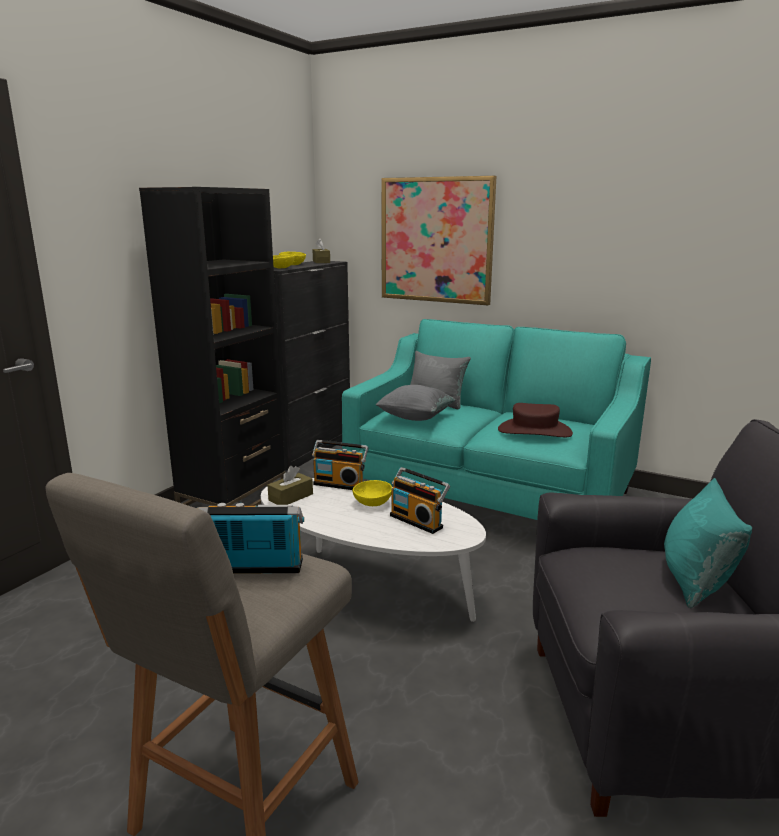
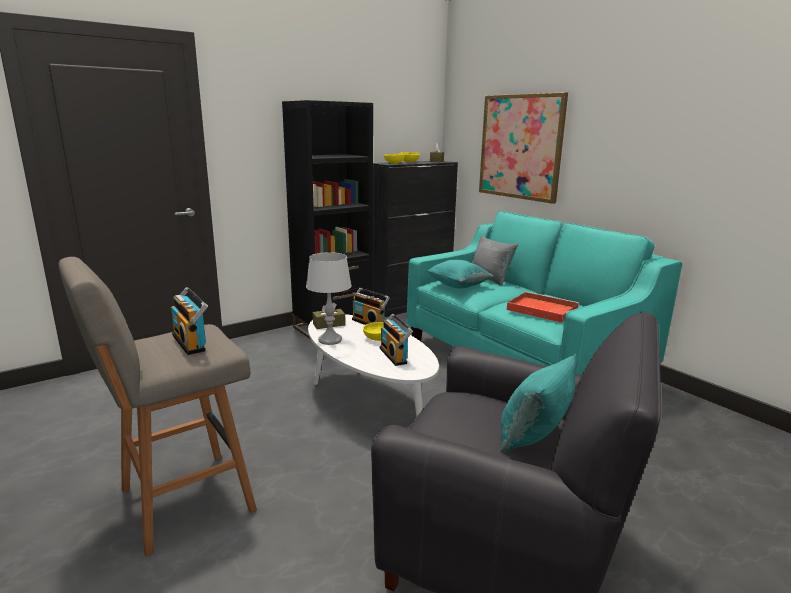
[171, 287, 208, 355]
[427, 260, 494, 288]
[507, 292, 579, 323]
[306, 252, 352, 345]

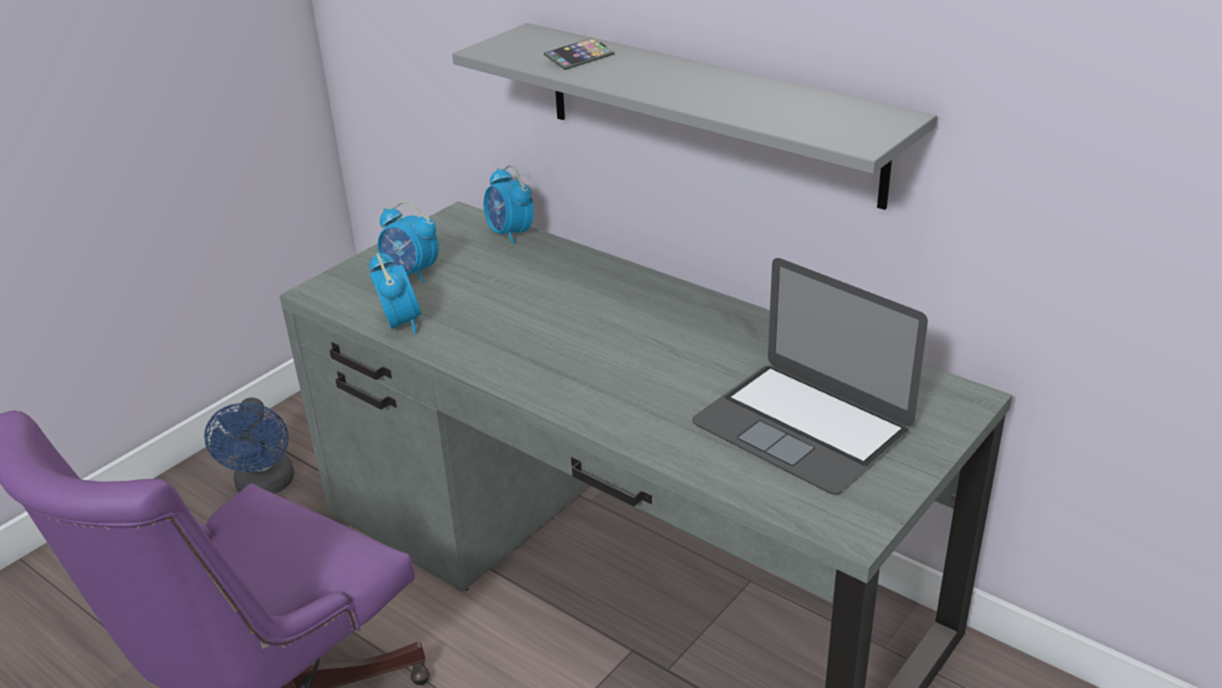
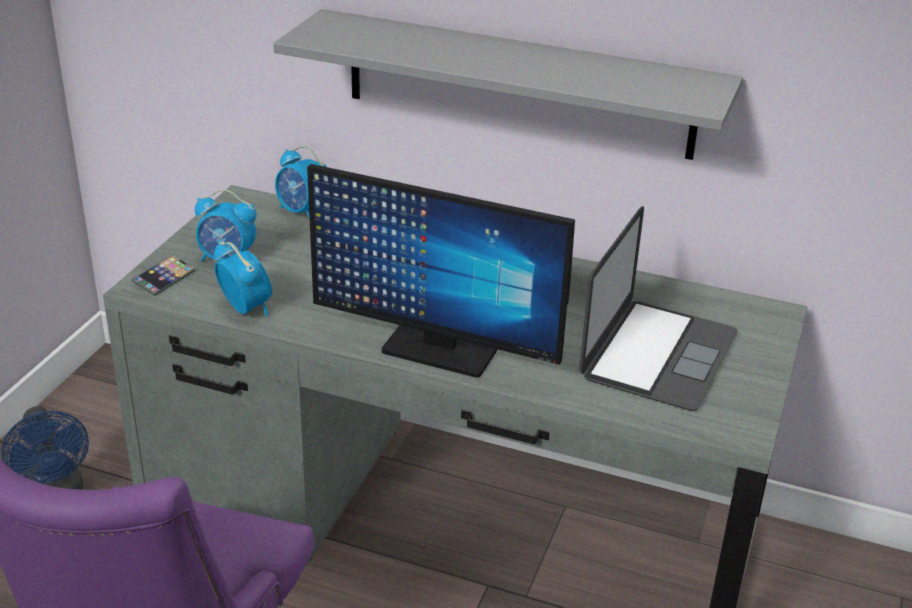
[131, 255, 195, 296]
[579, 206, 738, 411]
[307, 164, 575, 378]

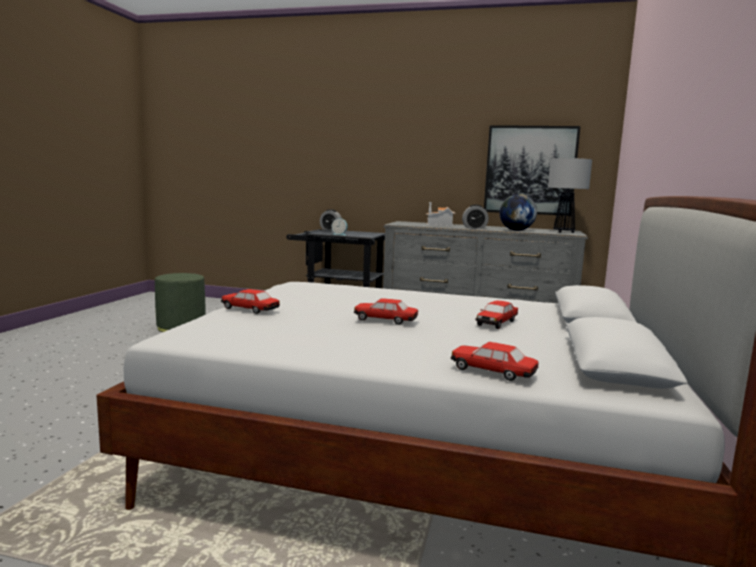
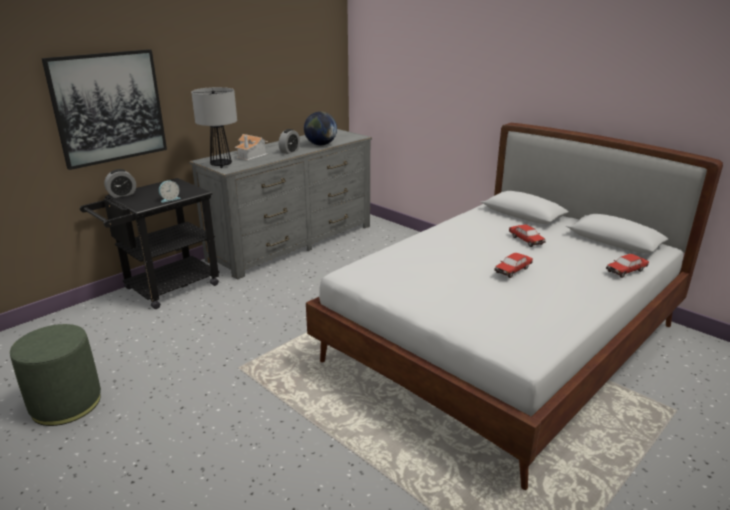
[221, 289, 280, 314] (first image)
[42, 49, 167, 170]
[191, 87, 237, 168]

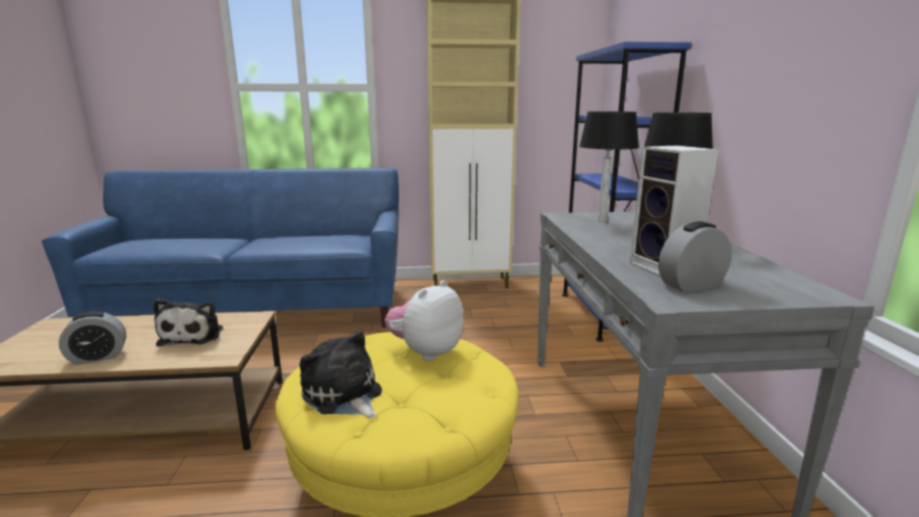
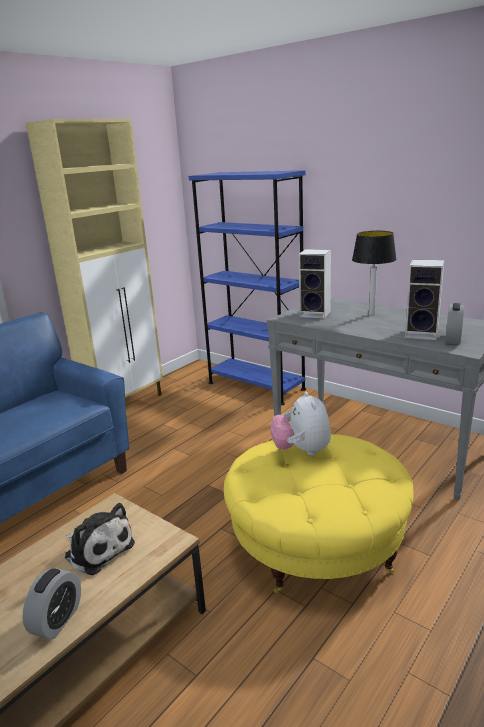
[299, 331, 382, 418] (first image)
[299, 249, 331, 319]

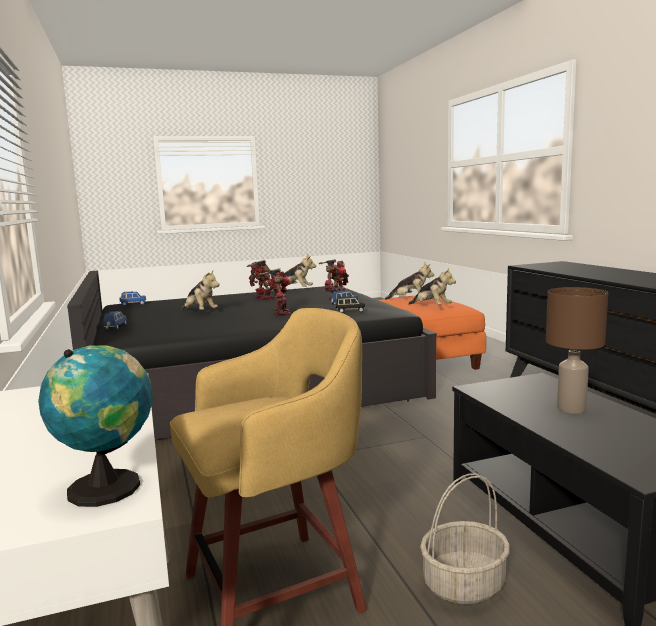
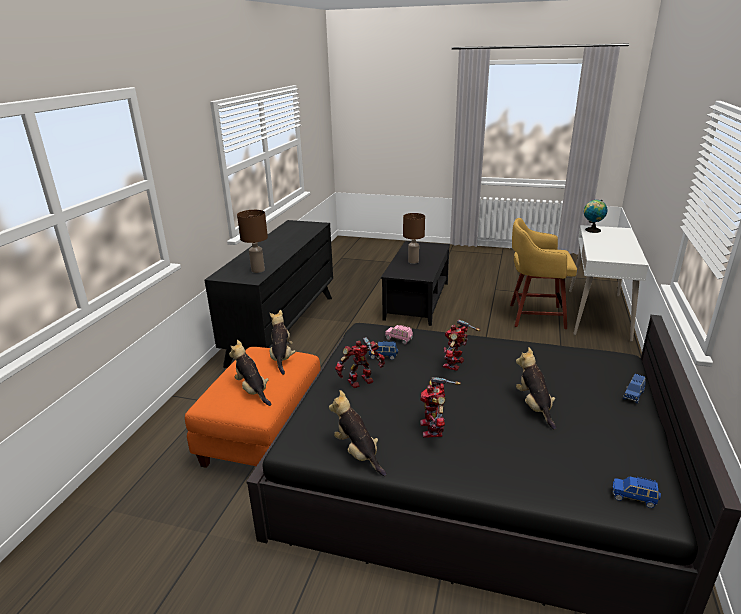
[385, 325, 413, 344]
[420, 473, 510, 605] (first image)
[237, 210, 268, 273]

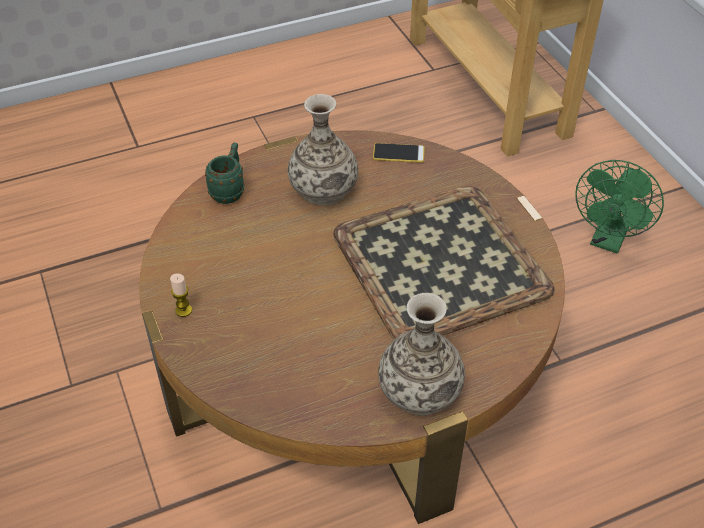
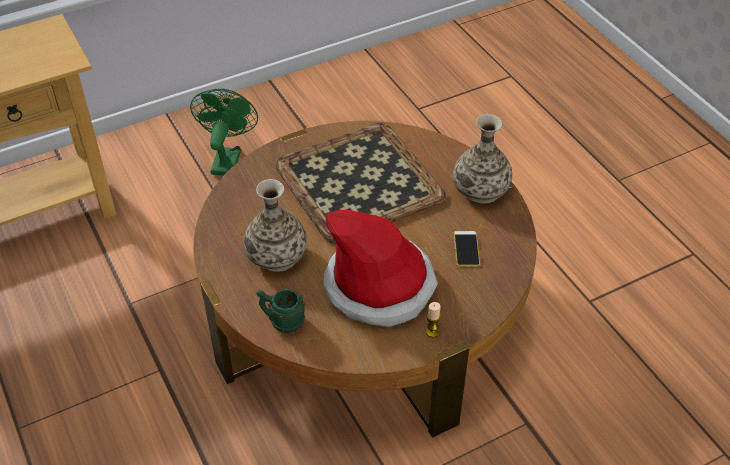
[454, 231, 480, 267]
[190, 89, 258, 176]
[324, 210, 438, 327]

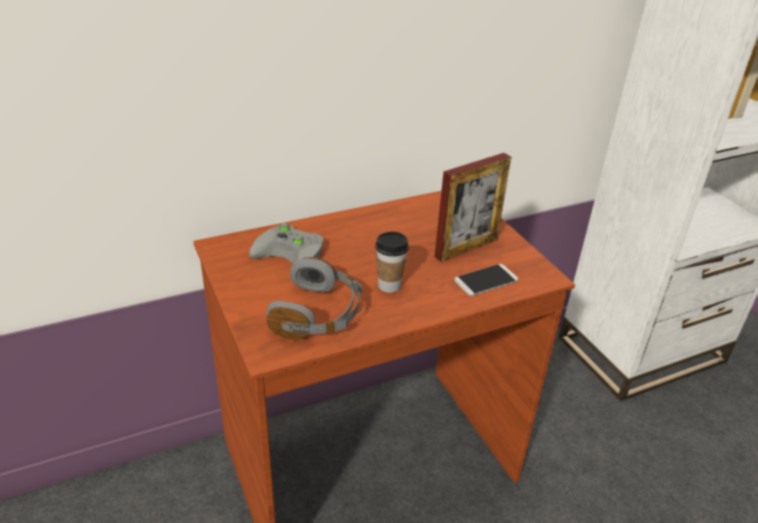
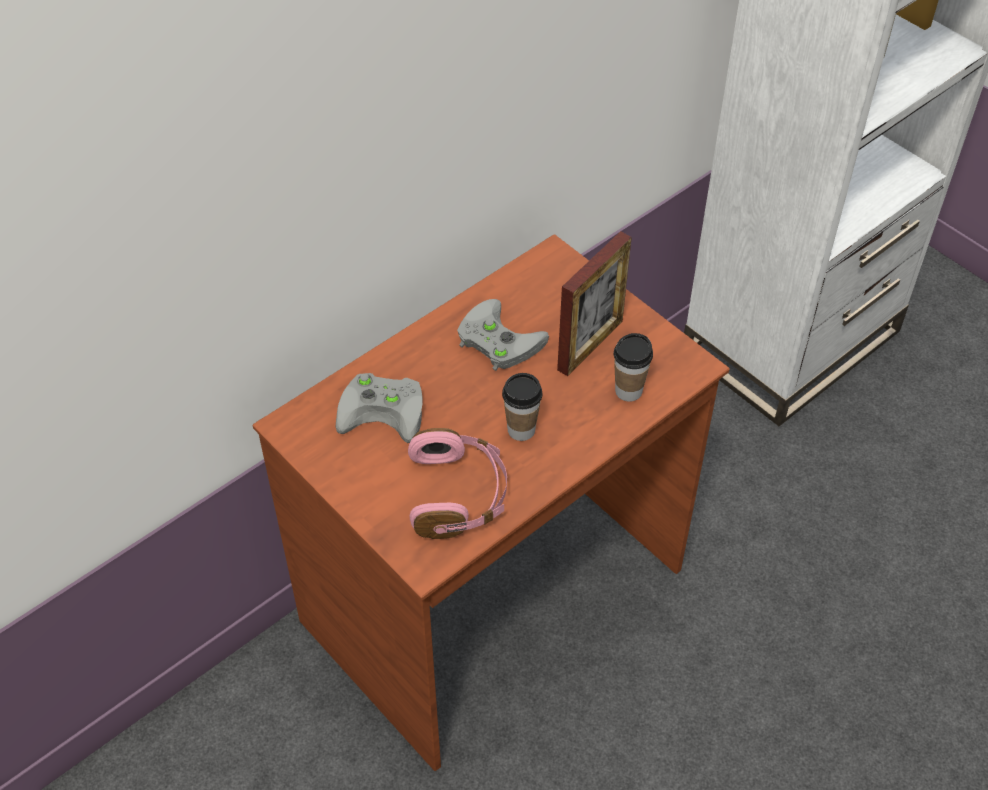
[408, 428, 507, 539]
[614, 333, 653, 402]
[457, 299, 549, 371]

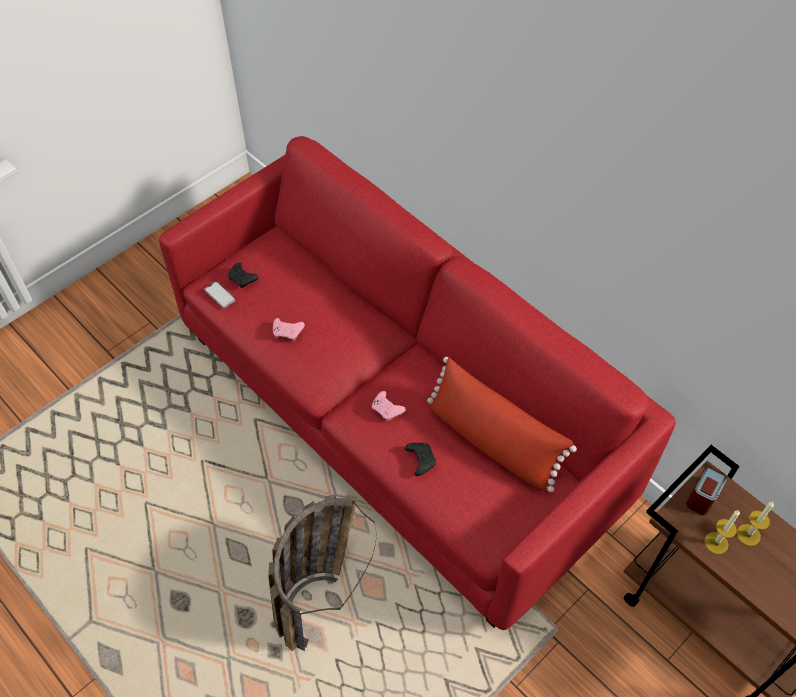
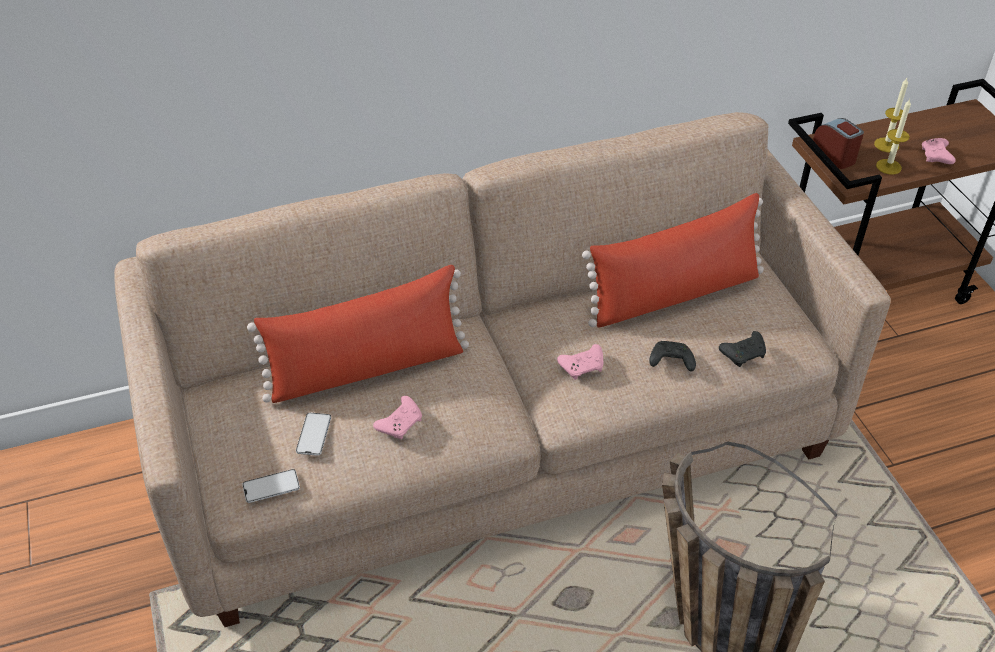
[114, 112, 891, 627]
[719, 331, 766, 367]
[247, 265, 469, 403]
[296, 413, 331, 456]
[922, 138, 956, 164]

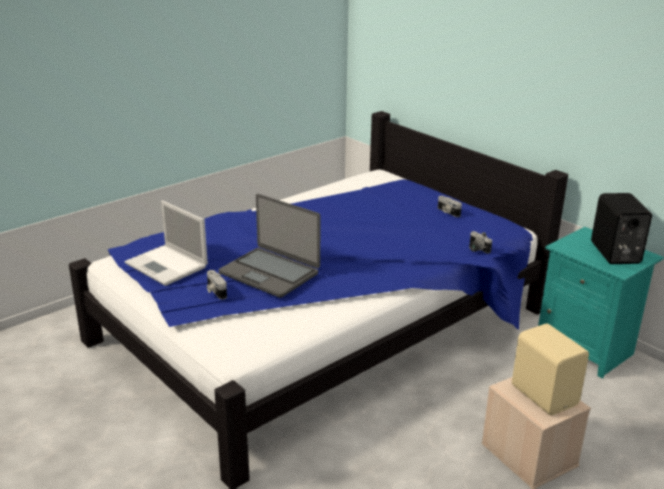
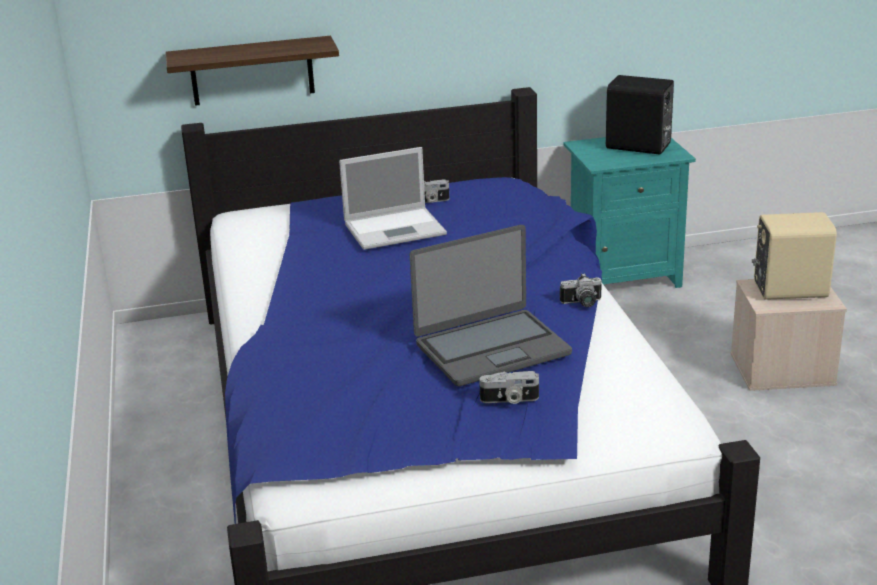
[339, 147, 447, 250]
[560, 273, 602, 307]
[165, 36, 339, 106]

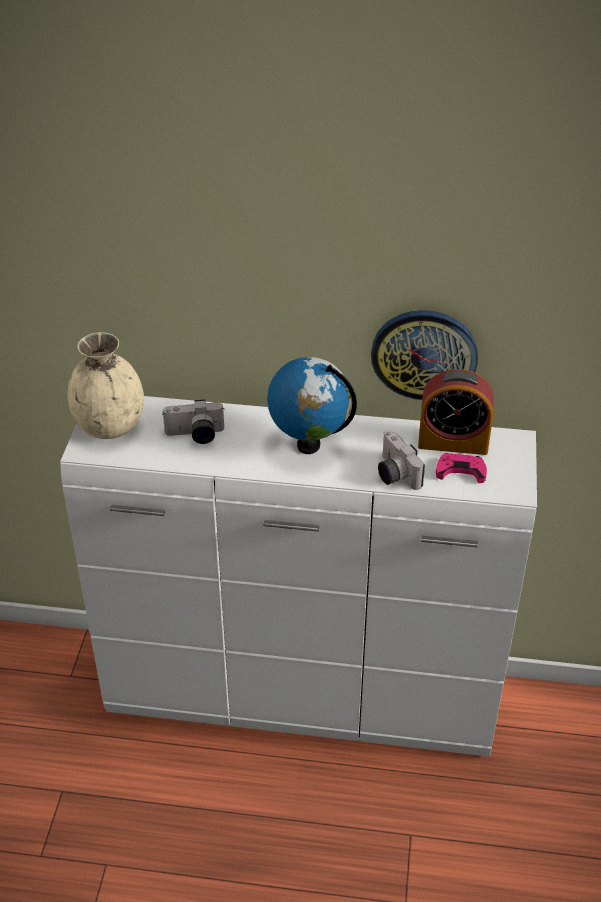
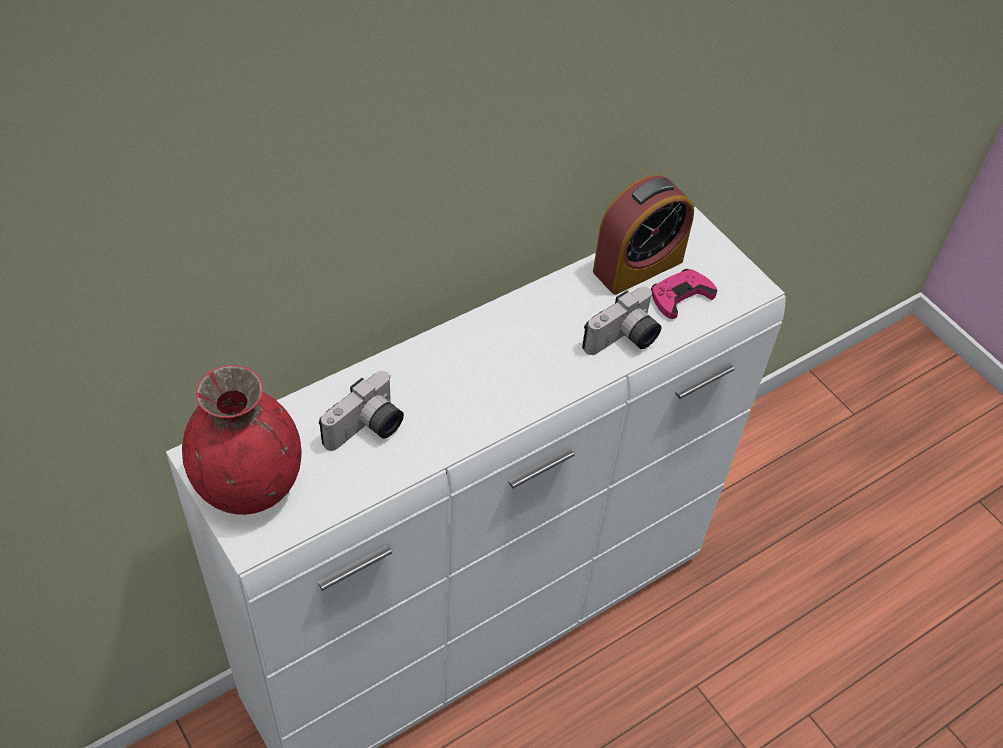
[182, 365, 302, 515]
[267, 357, 357, 454] (first image)
[371, 310, 478, 400] (first image)
[582, 287, 662, 355]

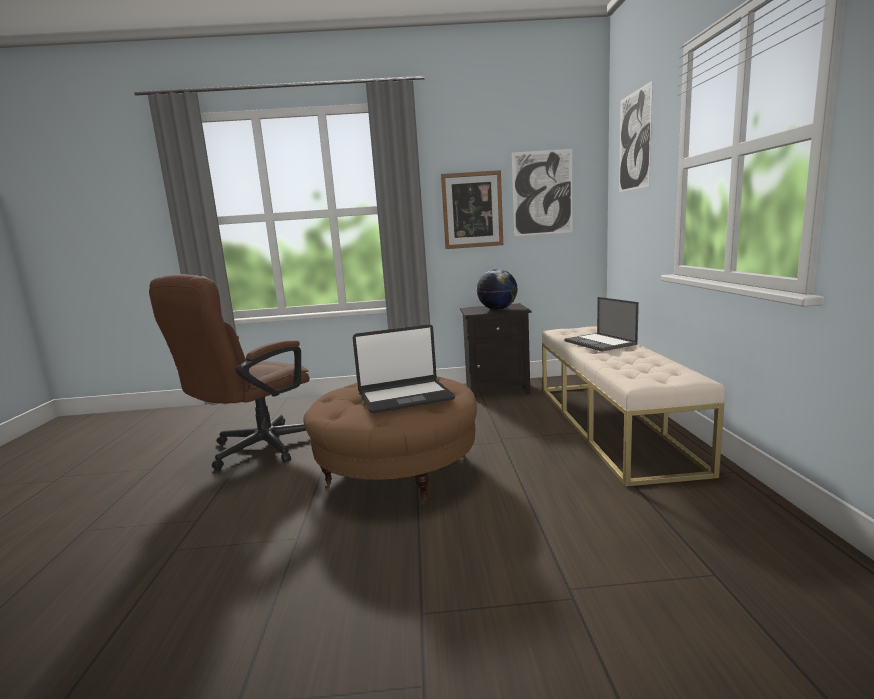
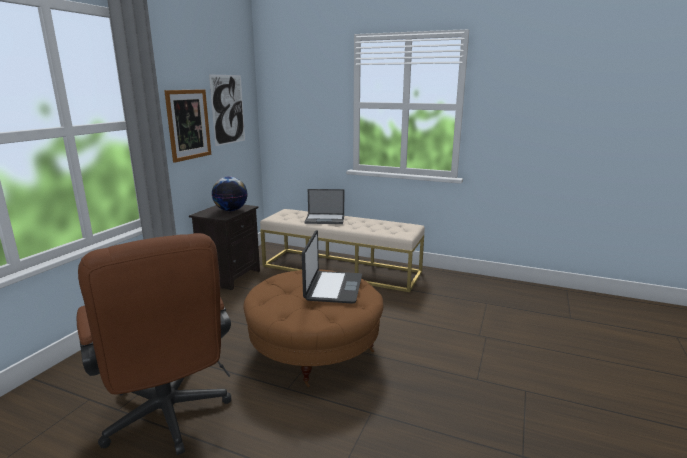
[619, 81, 653, 192] (first image)

